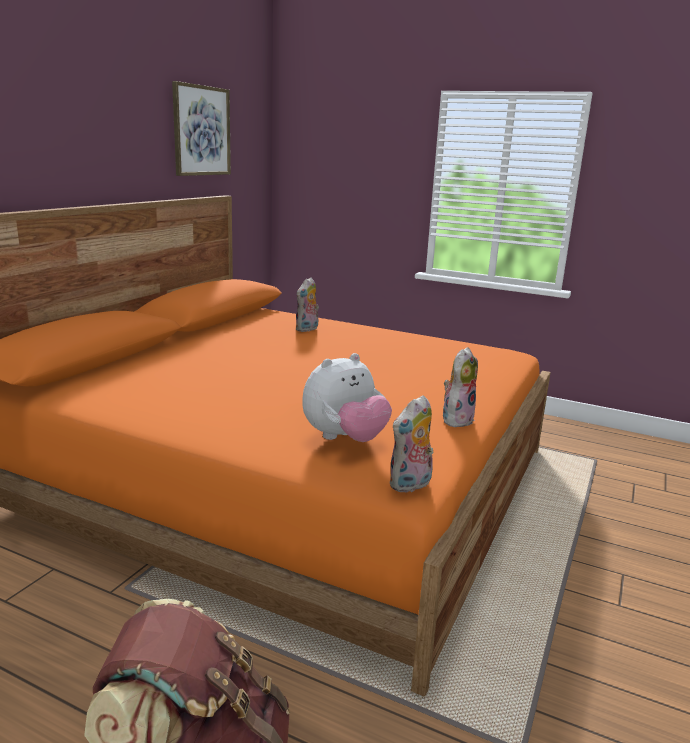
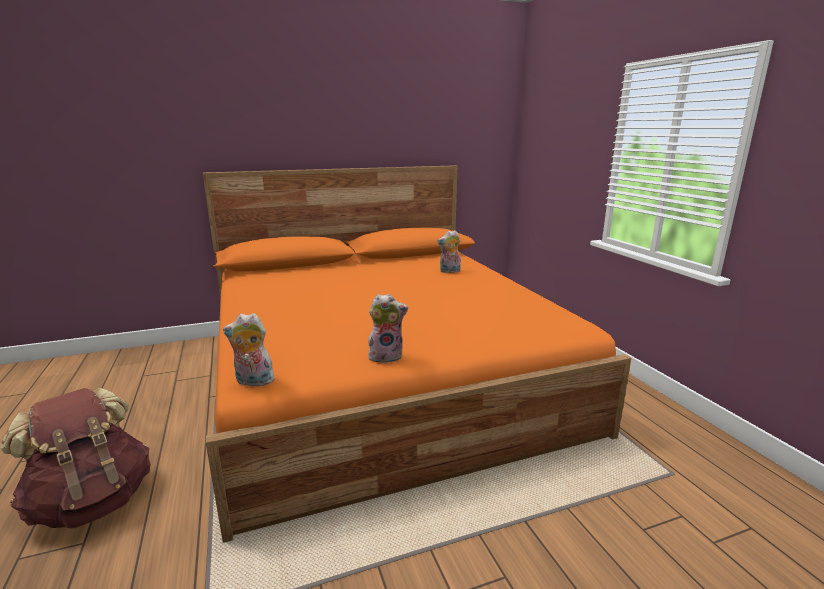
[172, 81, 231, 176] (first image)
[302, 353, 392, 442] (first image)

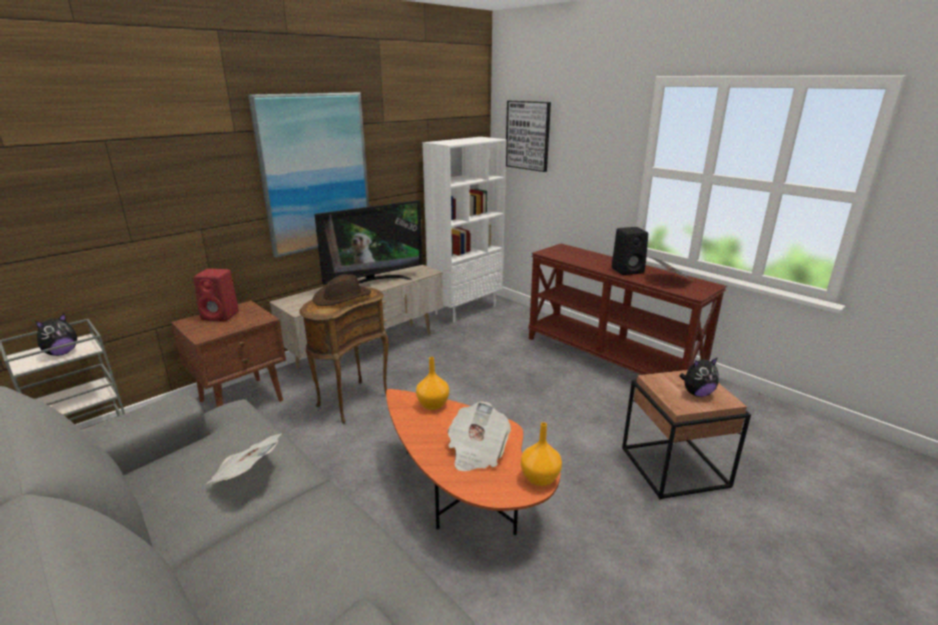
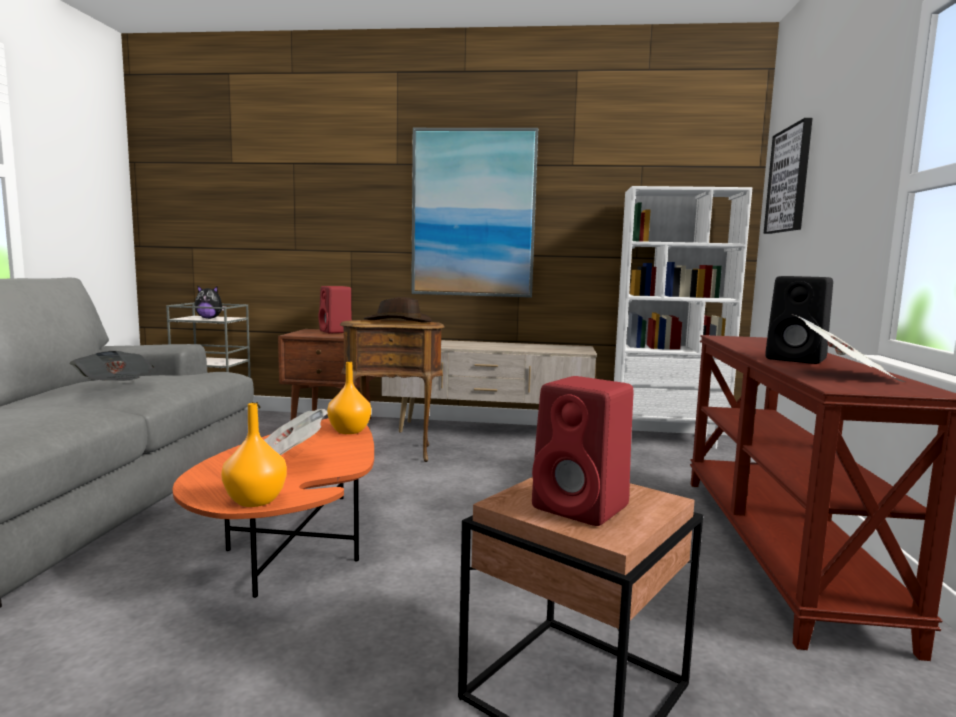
[314, 200, 423, 285] (first image)
[532, 376, 633, 526]

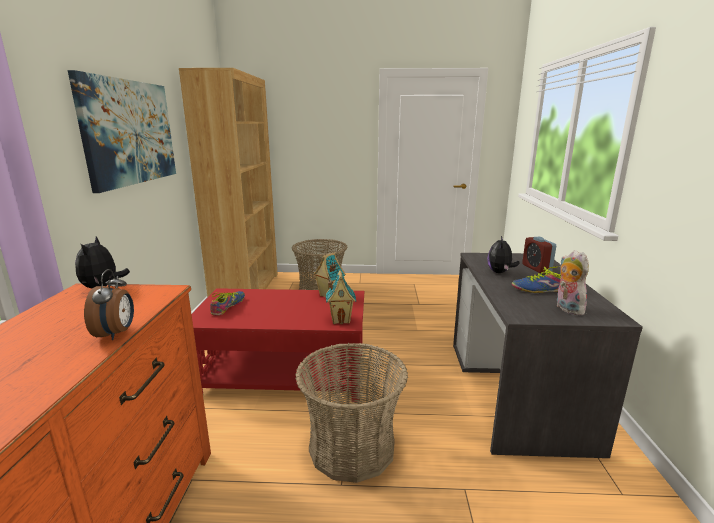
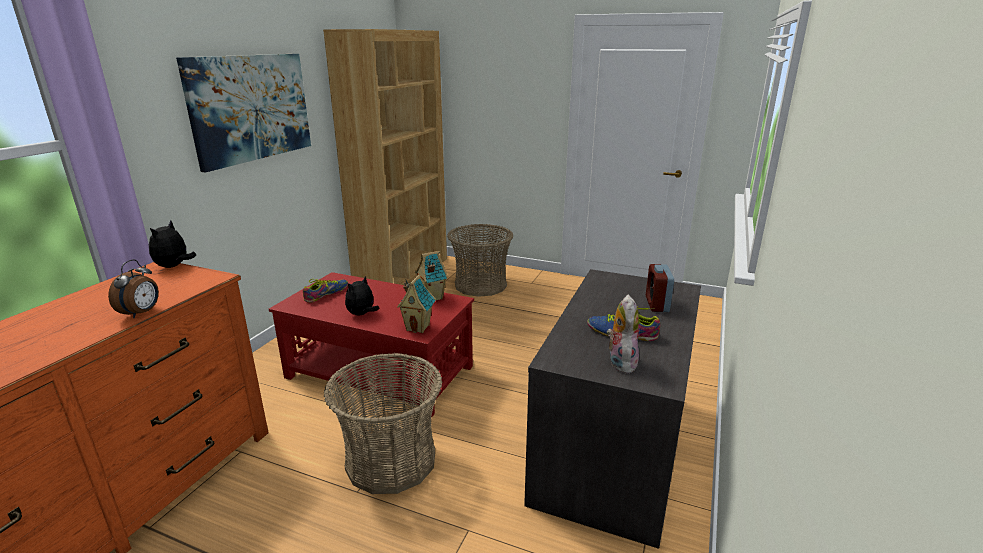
[345, 276, 379, 316]

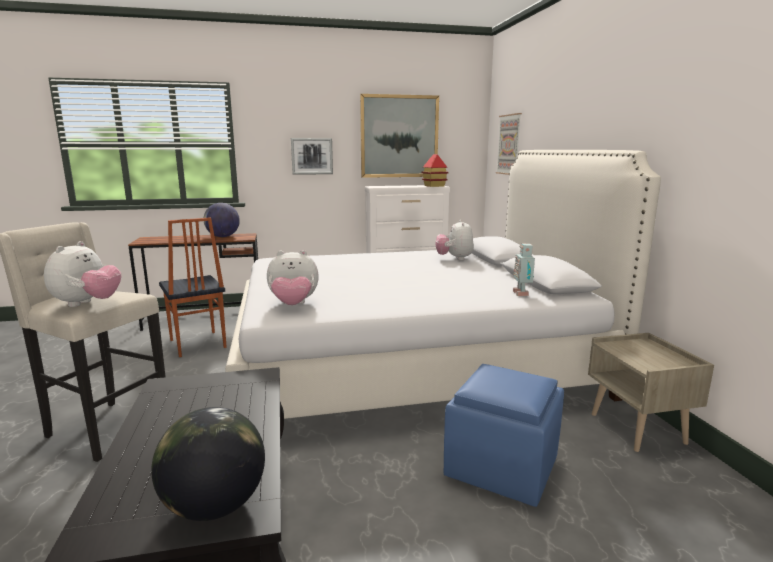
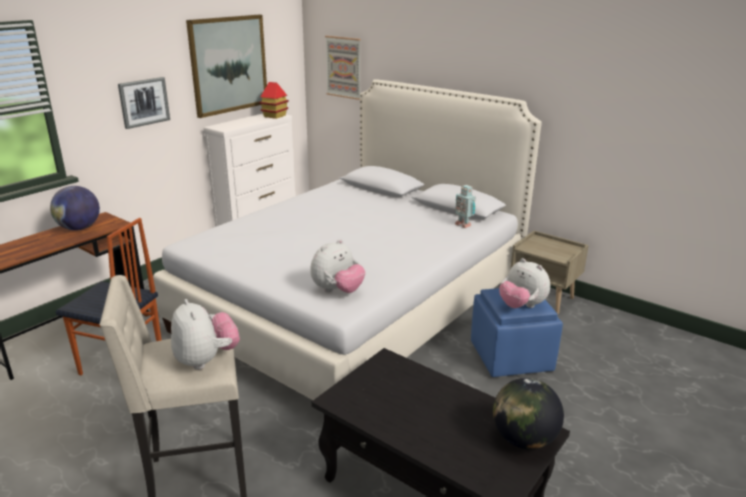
[499, 258, 550, 308]

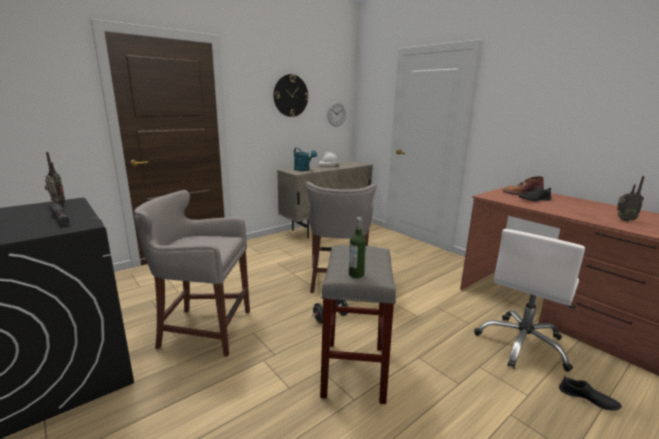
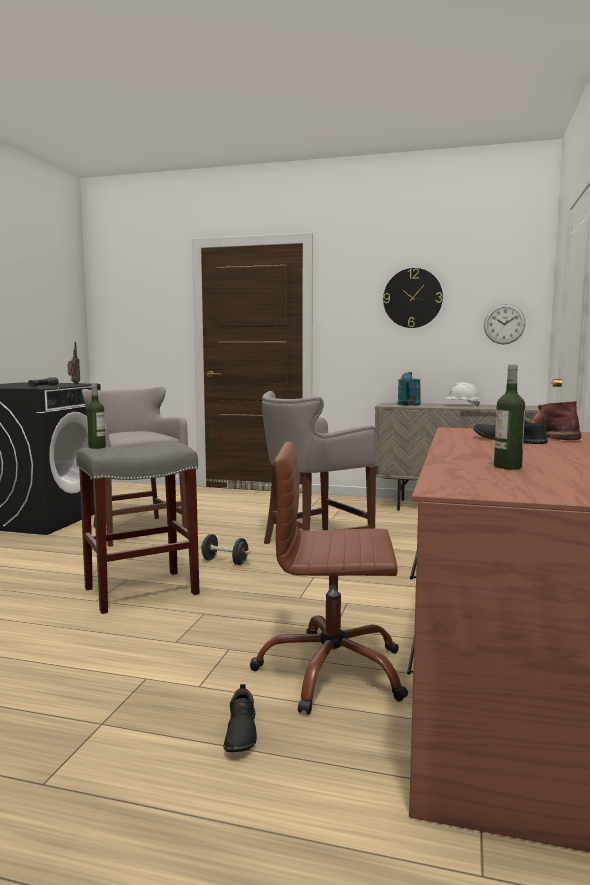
[250, 442, 408, 715]
[494, 365, 525, 469]

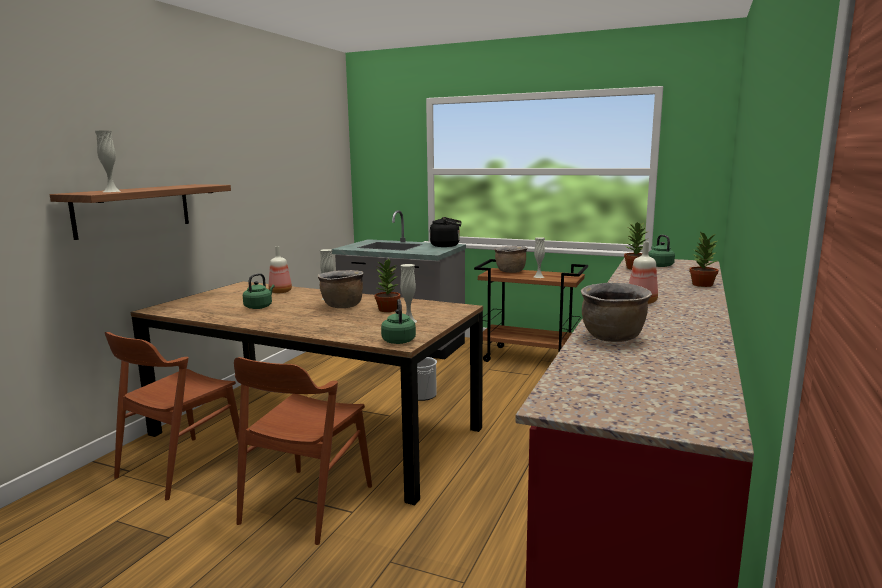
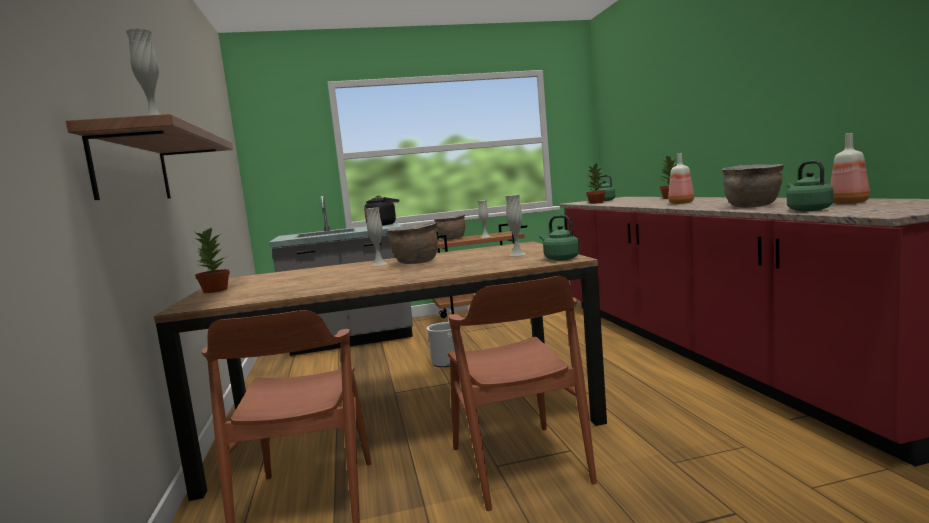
[787, 161, 833, 211]
[830, 133, 870, 204]
[194, 227, 230, 293]

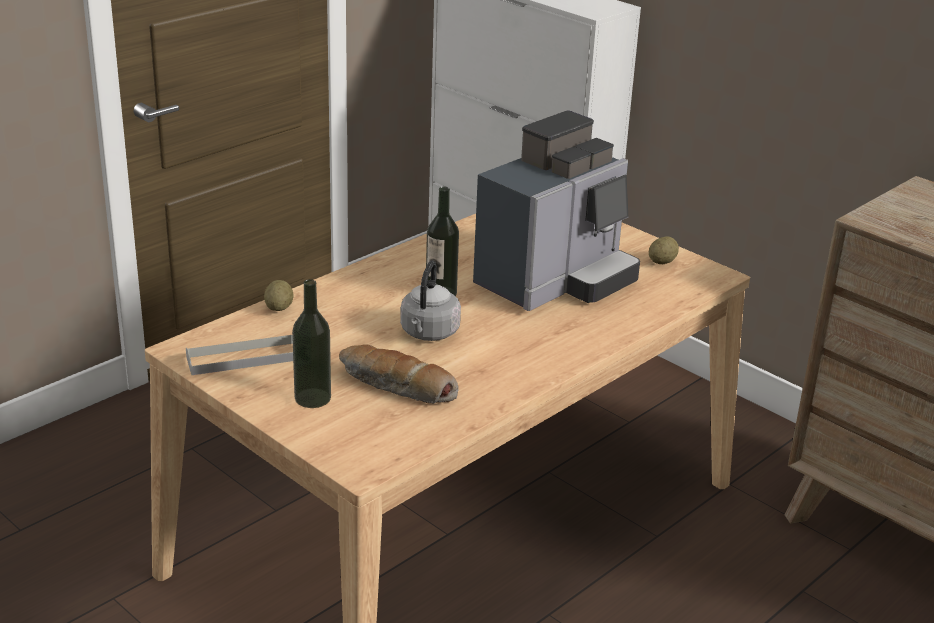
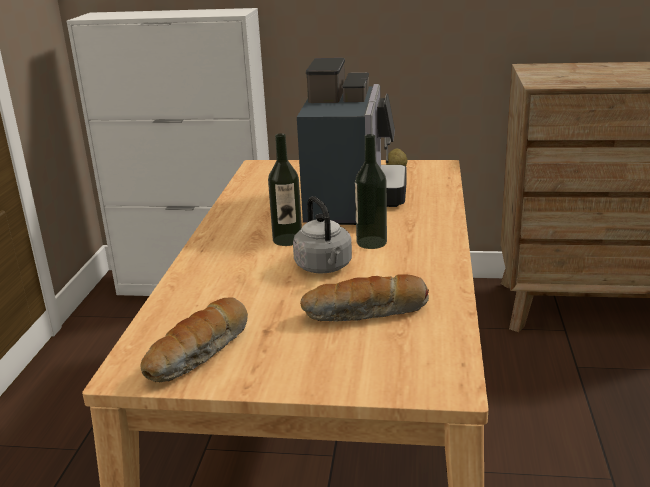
[140, 298, 248, 382]
[264, 280, 294, 311] (first image)
[355, 134, 387, 249]

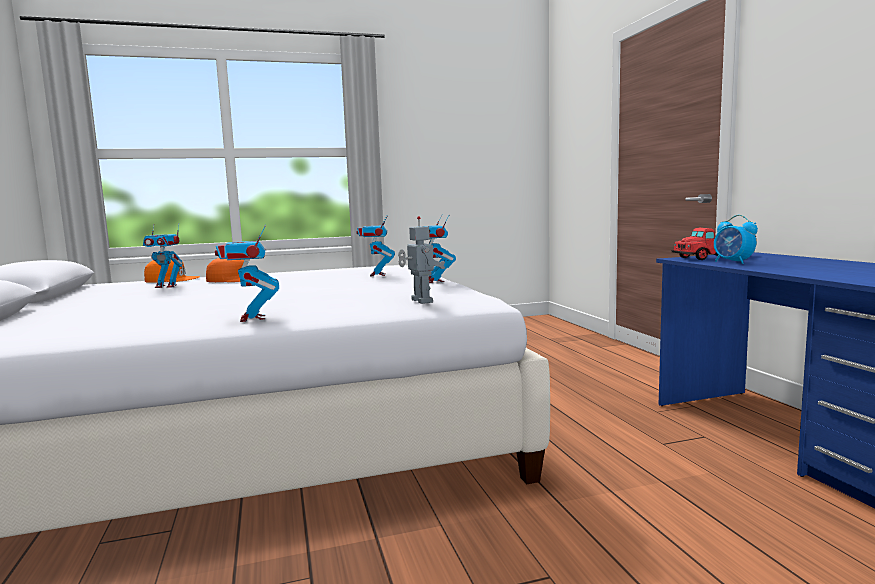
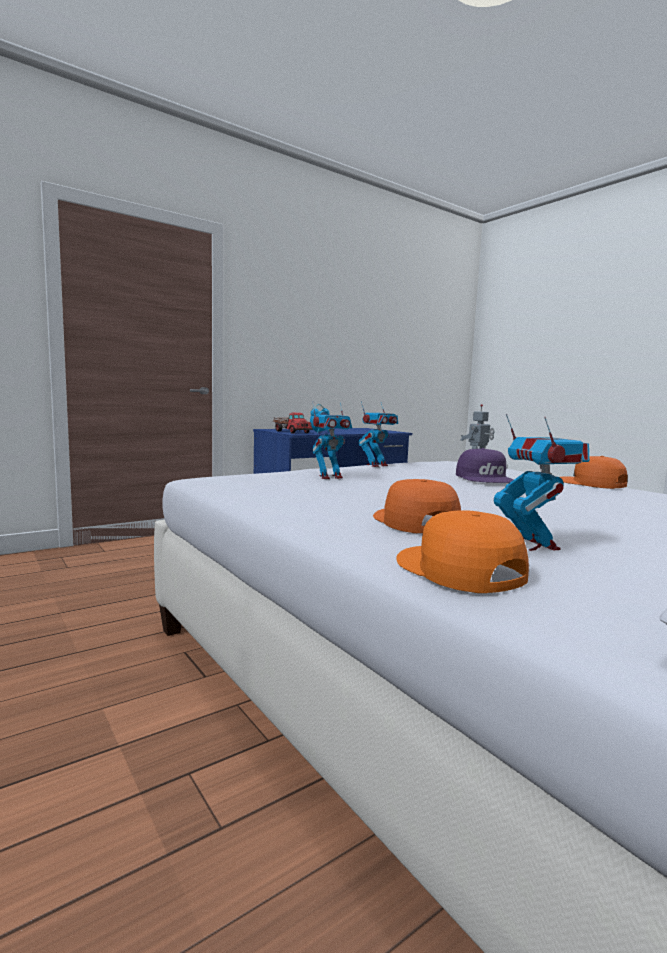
[560, 456, 628, 489]
[456, 448, 514, 483]

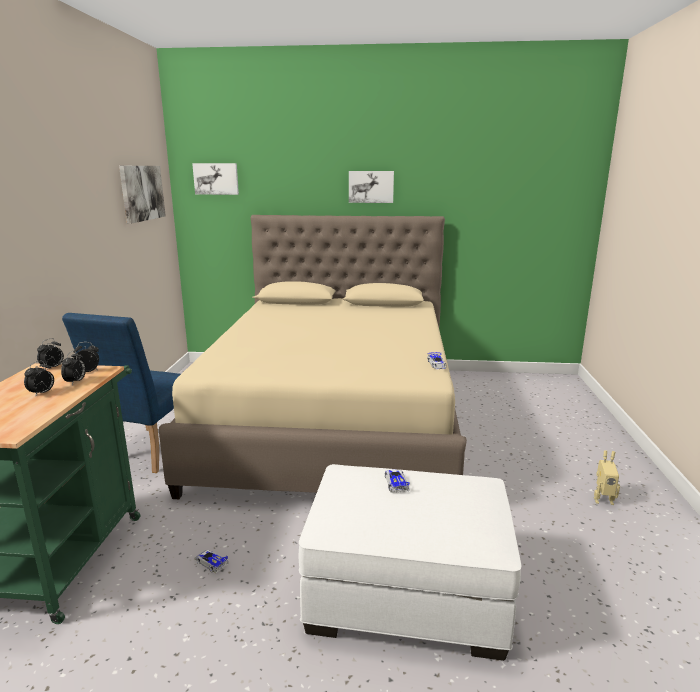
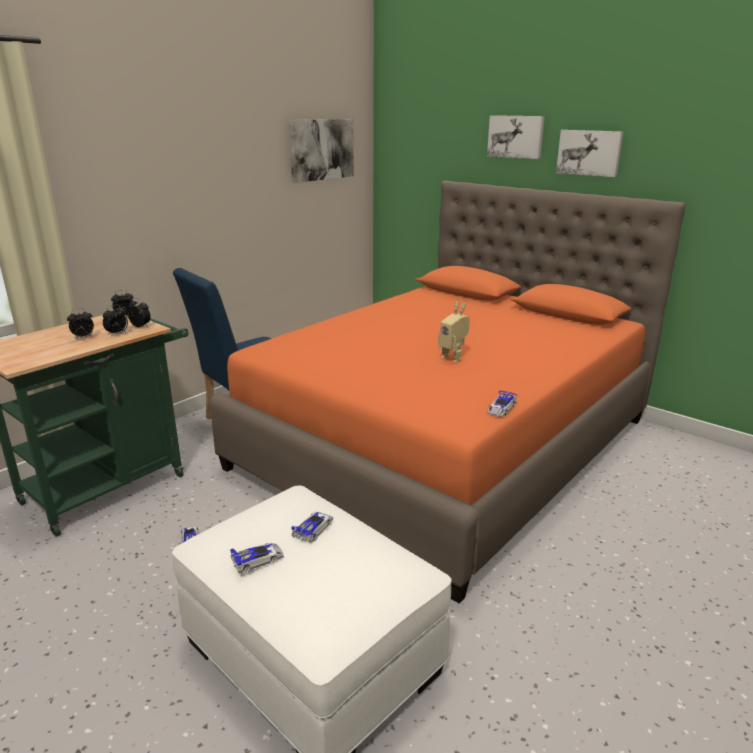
[210, 181, 686, 604]
[487, 115, 545, 159]
[438, 301, 470, 363]
[230, 543, 284, 573]

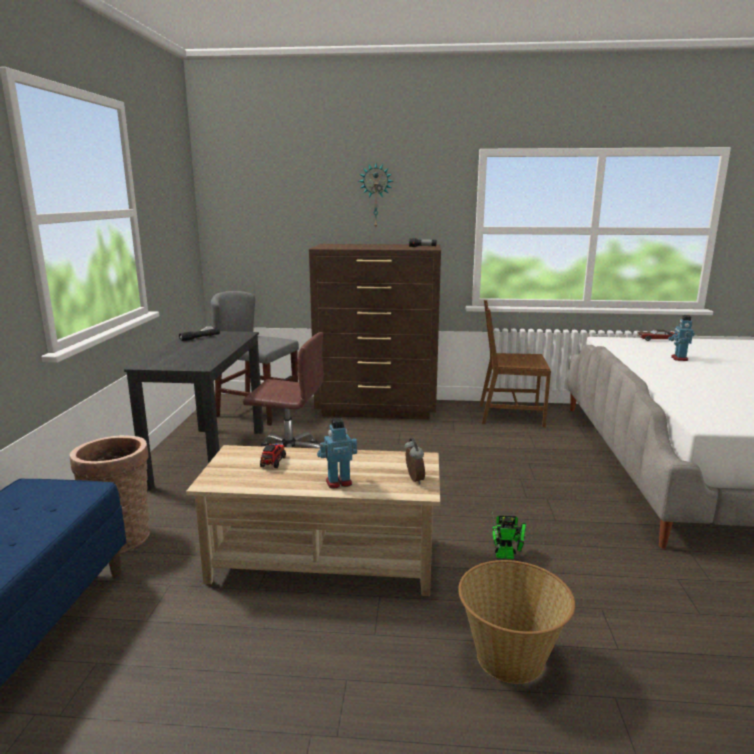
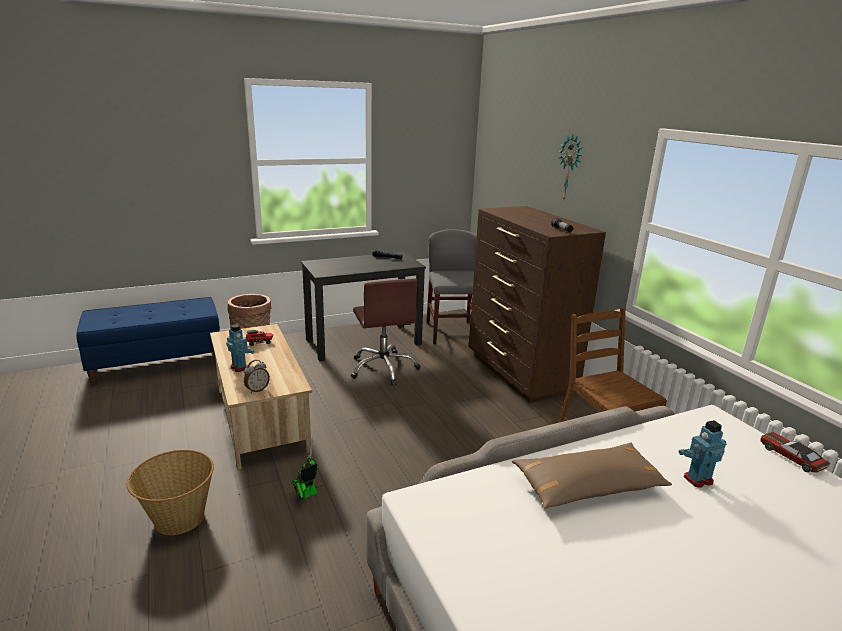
[292, 438, 319, 499]
[512, 442, 672, 509]

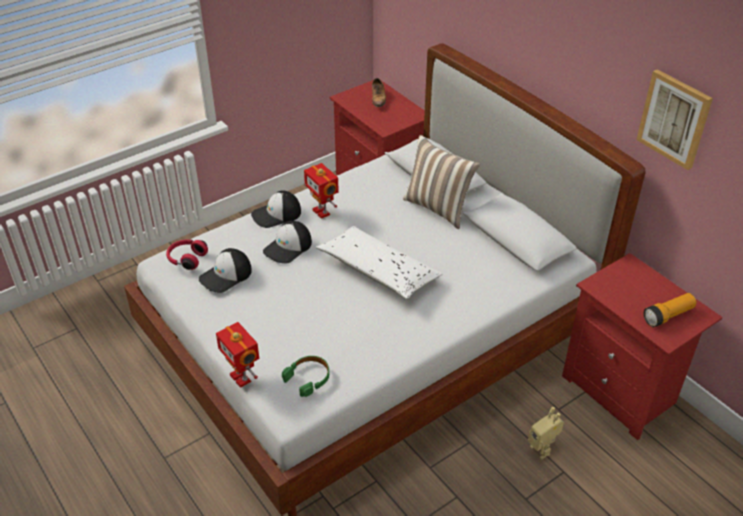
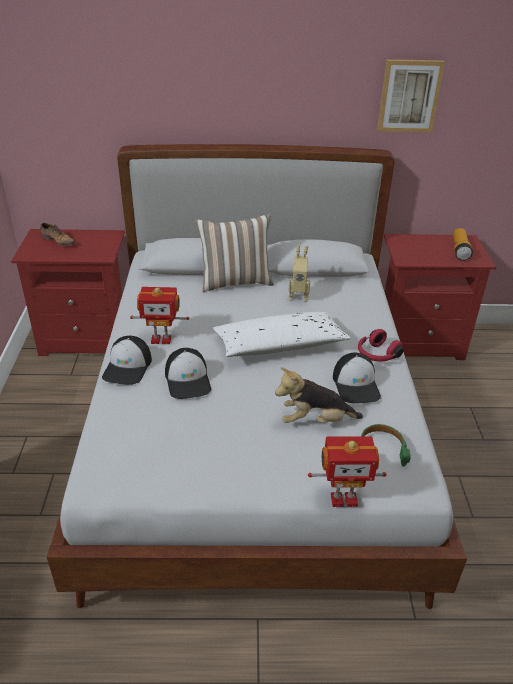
[358, 329, 404, 361]
[333, 353, 381, 403]
[288, 245, 310, 302]
[275, 367, 363, 423]

